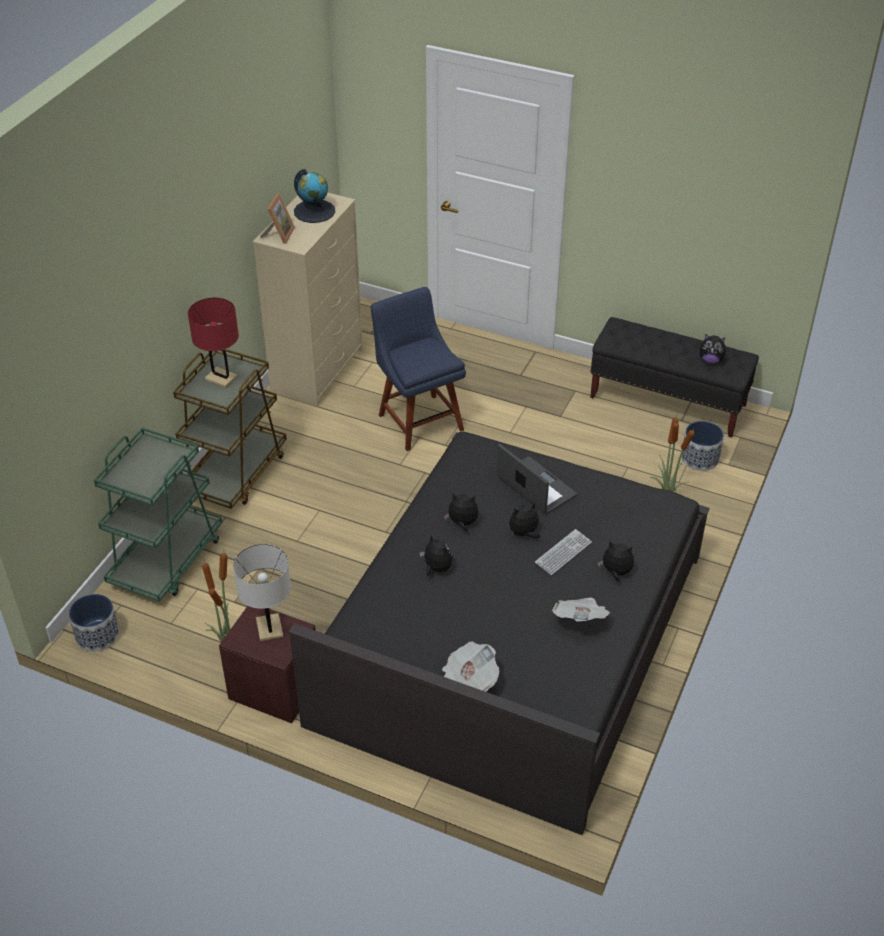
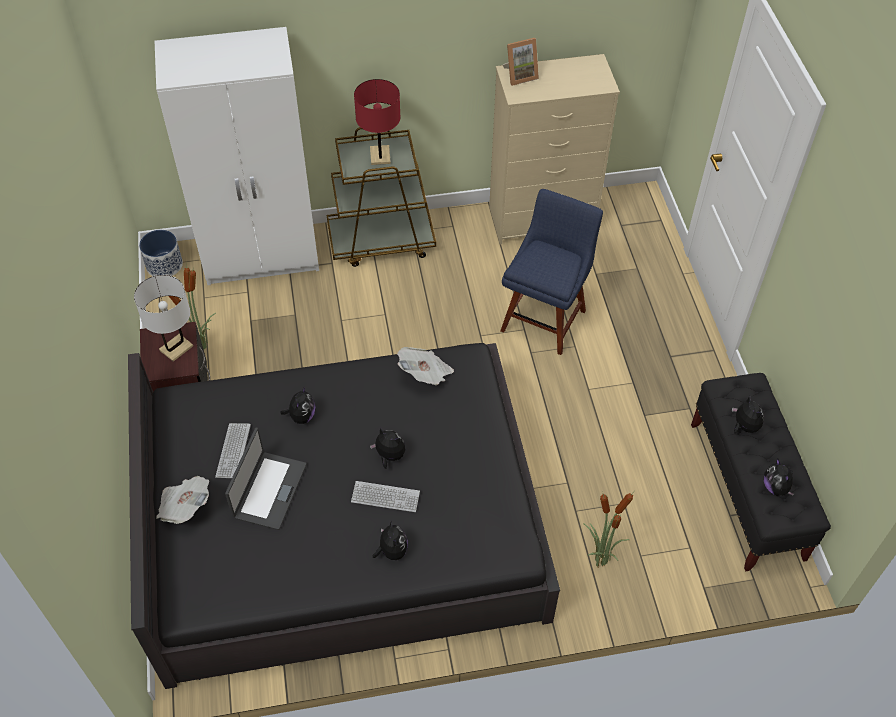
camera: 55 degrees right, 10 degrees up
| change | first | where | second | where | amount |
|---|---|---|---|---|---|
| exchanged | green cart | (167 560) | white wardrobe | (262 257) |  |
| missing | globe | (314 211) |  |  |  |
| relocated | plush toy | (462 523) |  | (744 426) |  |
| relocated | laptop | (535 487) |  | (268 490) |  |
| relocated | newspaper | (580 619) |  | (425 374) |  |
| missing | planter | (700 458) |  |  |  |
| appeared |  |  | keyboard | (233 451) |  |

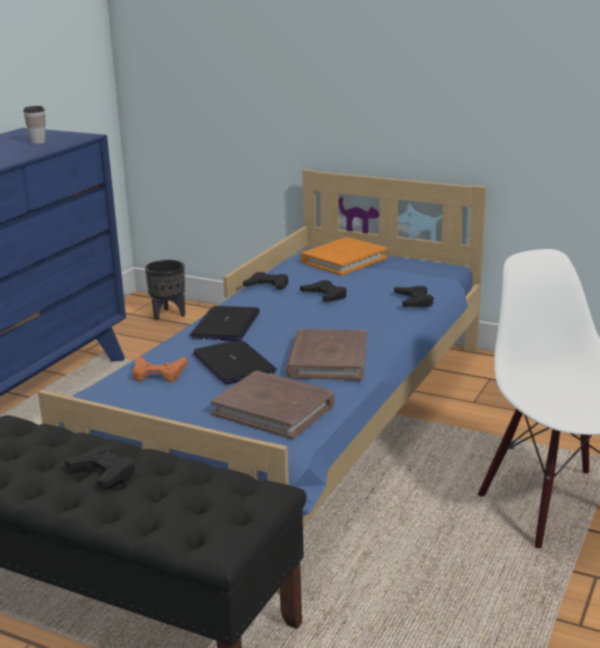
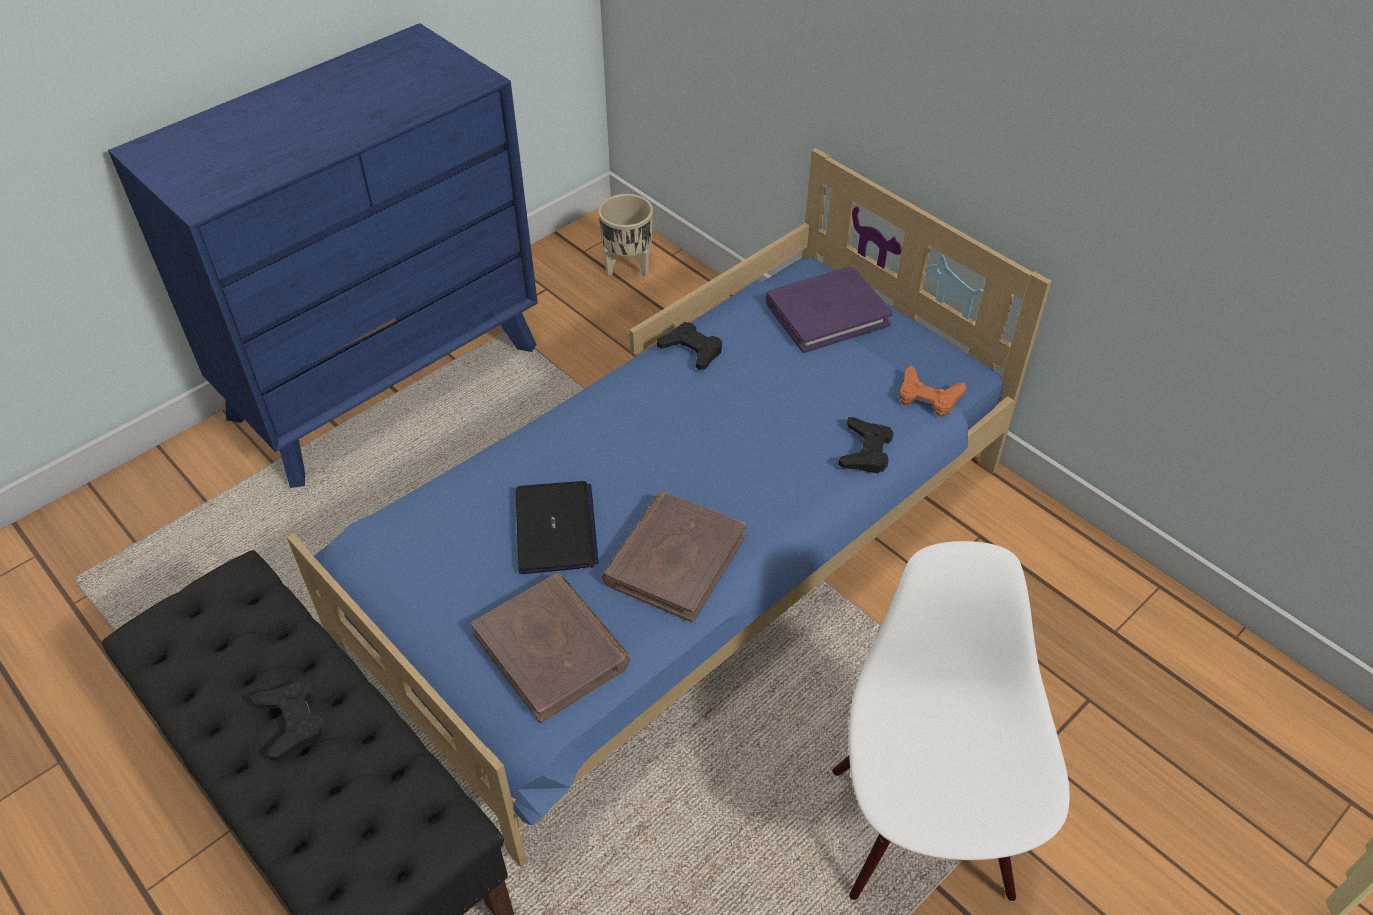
camera: 20 degrees right, 25 degrees up
| change | first | where | second | where | amount |
|---|---|---|---|---|---|
| missing | cup | (38 142) |  |  |  |
| relocated | orange game controller | (158 374) |  | (928 397) |  |
| colour | black planter | (168 315) | beige planter | (627 267) |  |
| missing | laptop | (226 325) |  |  |  |
| colour | orange book | (343 260) | purple book | (827 313) |  |
| missing | black game controller | (325 296) |  |  |  |

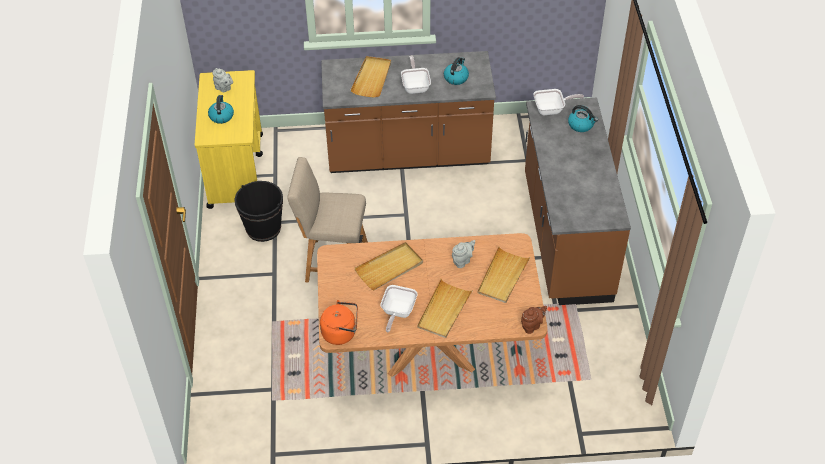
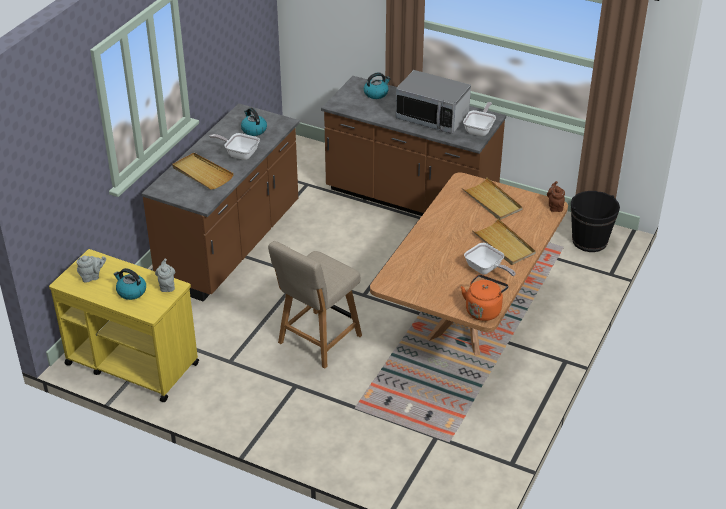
camera: 60 degrees left, 10 degrees down
| change | first | where | second | where | amount |
|---|---|---|---|---|---|
| relocated | black bucket | (263 228) |  | (589 241) |  |
| missing | beige tray | (389 268) |  |  |  |
| relocated | grey teapot | (462 261) |  | (167 285) |  |
| relocated | frying pan | (552 109) |  | (480 130) |  |
| appeared |  |  | microwave | (432 117) |  |

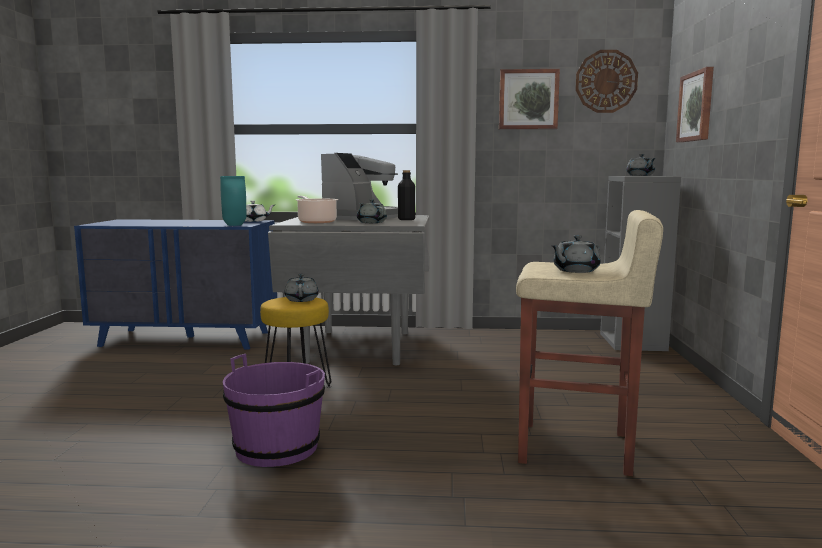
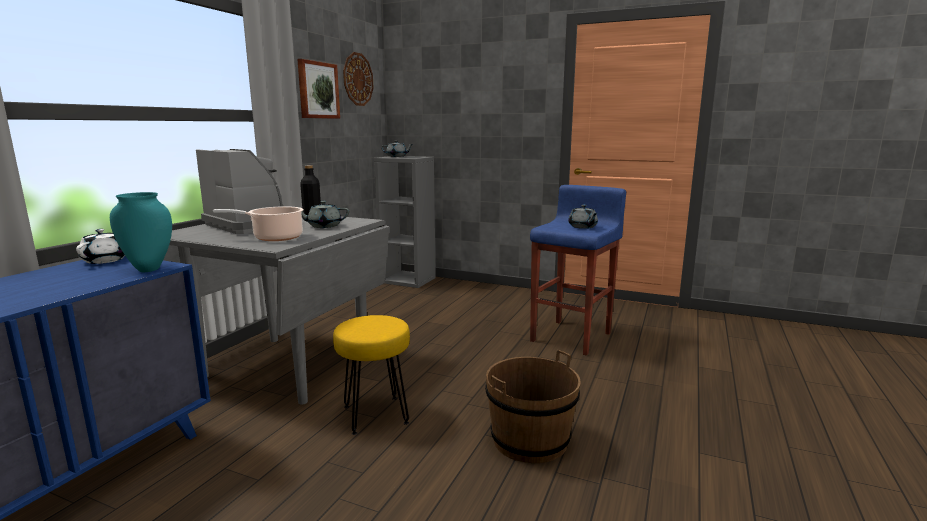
camera: 70 degrees left, 5 degrees up
| change | first | where | second | where | amount |
|---|---|---|---|---|---|
| colour | purple bucket | (277 448) | brown bucket | (529 440) |  |
| missing | grey teapot | (302 299) |  |  |  |
| colour | beige stool | (576 449) | blue stool | (572 336) |  |
| missing | picture | (696 106) |  |  |  |

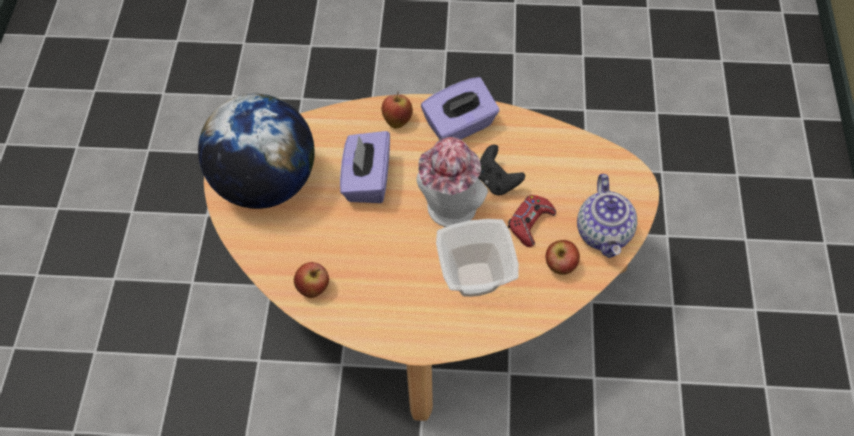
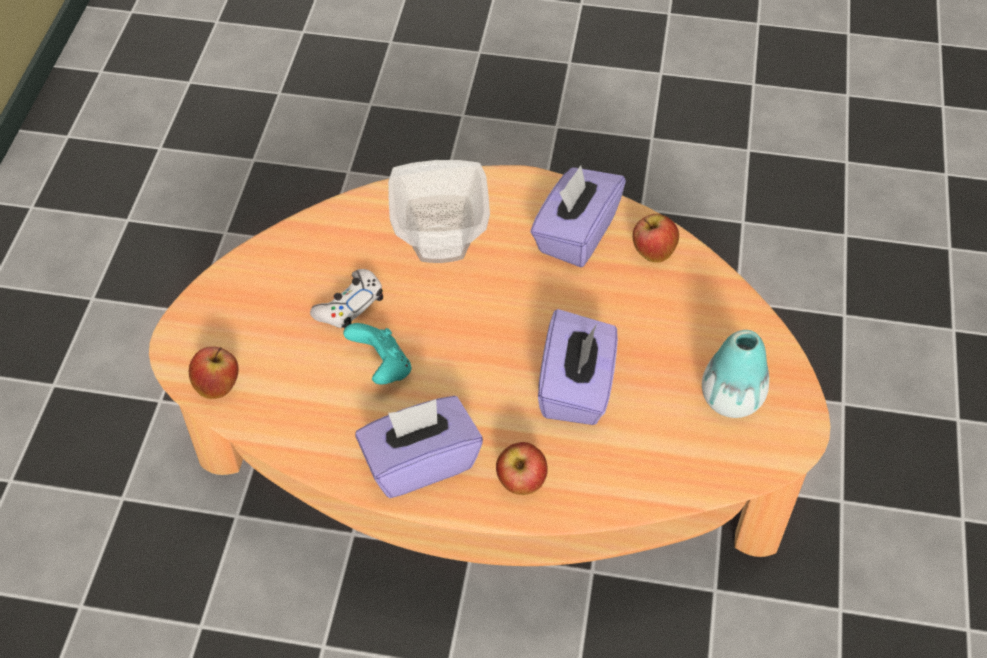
camera: 175 degrees left, 5 degrees down
| change | first | where | second | where | amount |
|---|---|---|---|---|---|
| exchanged | globe | (266 183) | vase | (731 399) |  |
| missing | hat | (449 212) |  |  |  |
| colour | black game controller | (497 181) | turquoise game controller | (382 367) |  |
| colour | red game controller | (530 223) | white game controller | (349 305) |  |
| relocated | apple | (560 266) |  | (218 386) |  |
| missing | teapot | (604 233) |  |  |  |
| appeared |  |  | purple tissue box | (575 234) |  |

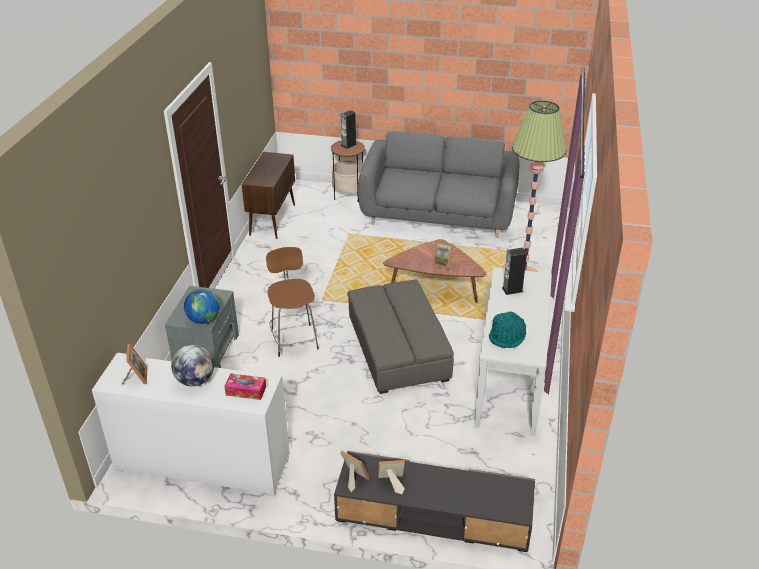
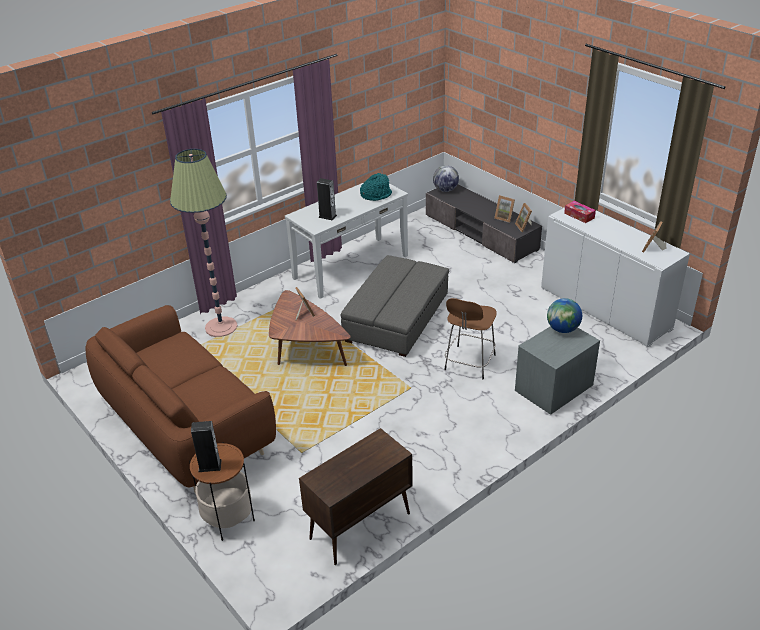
camera: 140 degrees left, 0 degrees up
| change | first | where | second | where | amount |
|---|---|---|---|---|---|
| relocated | globe | (195 380) |  | (445 190) |  |
| colour | grey sofa | (438 215) | brown sofa | (186 427) |  |

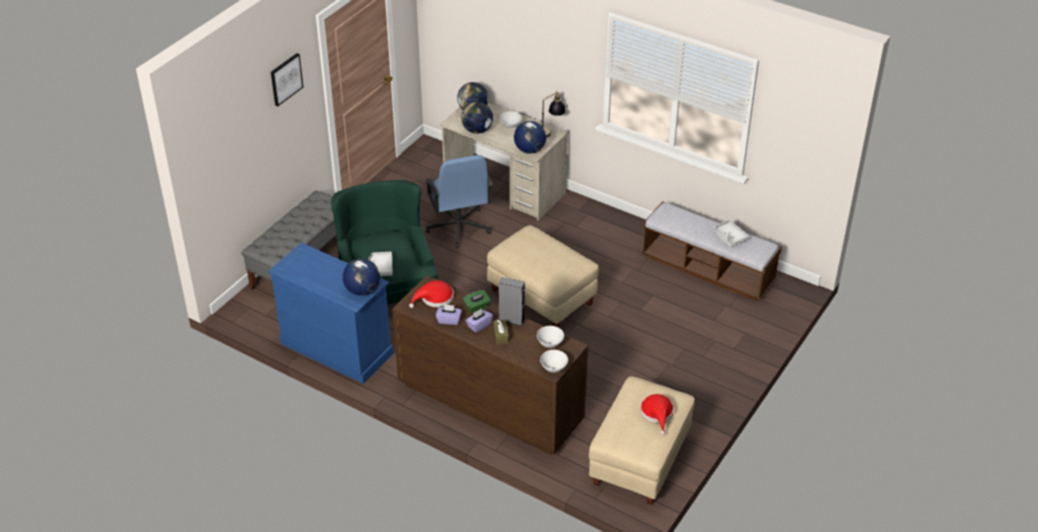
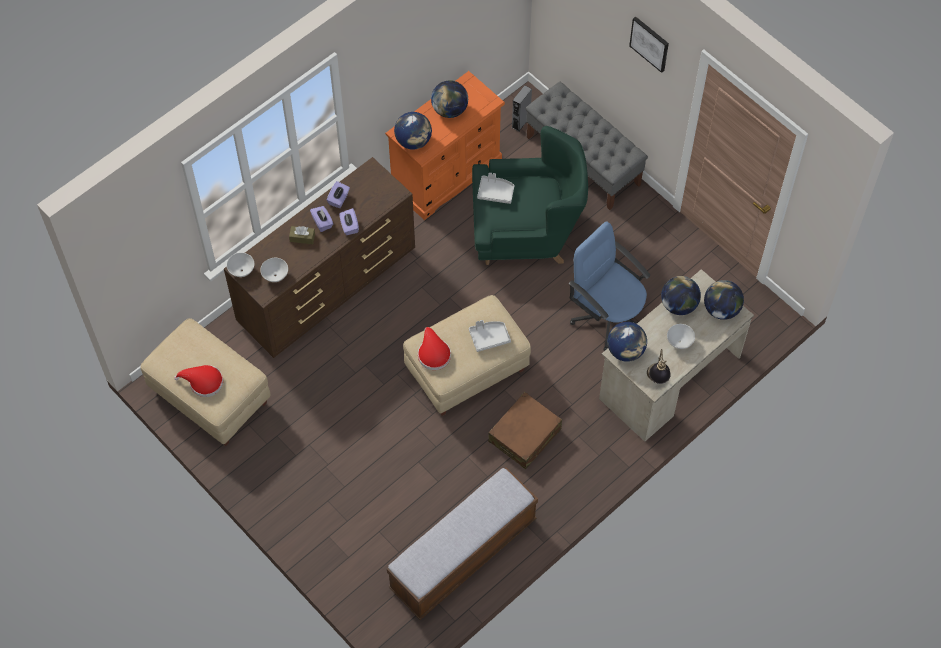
camera: 105 degrees right, 20 degrees up
| change | first | where | second | where | amount |
|---|---|---|---|---|---|
| colour | blue dresser | (337 348) | orange dresser | (446 174) |  |
| relocated | red hat | (434 298) |  | (433 353) |  |
| spun | blue office chair | (458 227) |  | (607 315) | 45 degrees clockwise |
| colour | green tissue box | (477 307) | purple tissue box | (349 226) |  |
| relocated | grey speaker | (511 320) |  | (521 122) |  |
| relocated | grey tray | (729 237) |  | (489 337) |  |
| appeared |  |  | globe | (450 110) |  |
| appeared |  |  | brown suitcase | (525 435) |  |

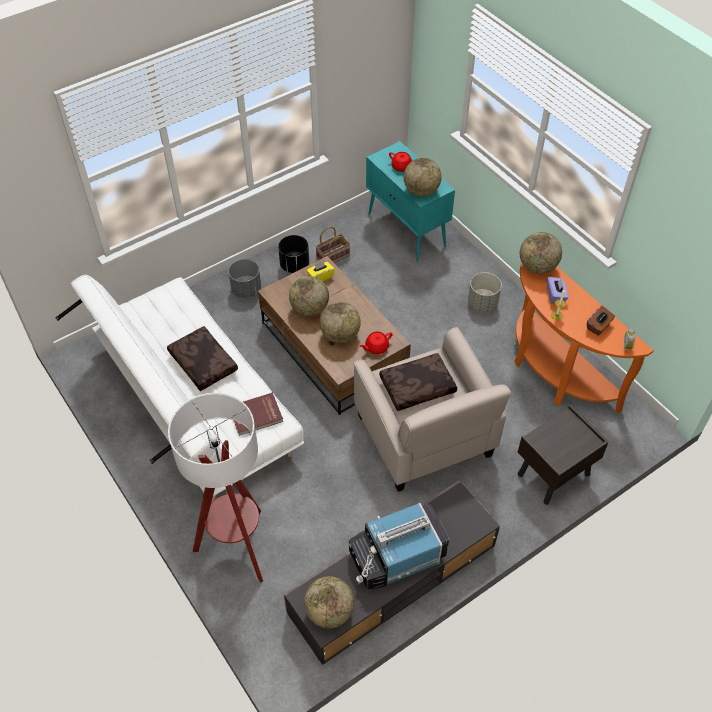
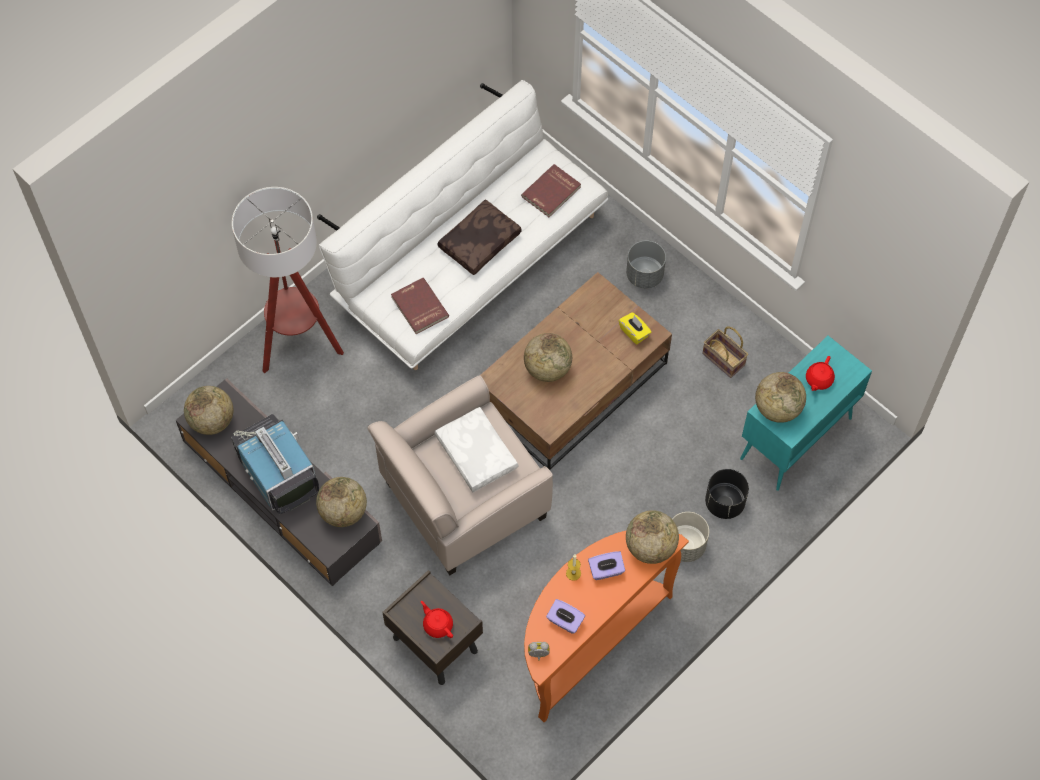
camera: 80 degrees right, 10 degrees up
| change | first | where | second | where | amount |
|---|---|---|---|---|---|
| relocated | black planter | (295 265) |  | (724 503) |  |
| relocated | globe | (309 309) |  | (343 512) |  |
| relocated | red teapot | (376 347) |  | (437 625) |  |
| colour | brown pillow | (417 388) | white pillow | (475 454) |  |
| colour | brown tissue box | (598 326) | purple tissue box | (565 621) |  |
| appeared |  |  | red book | (552 192) |  |

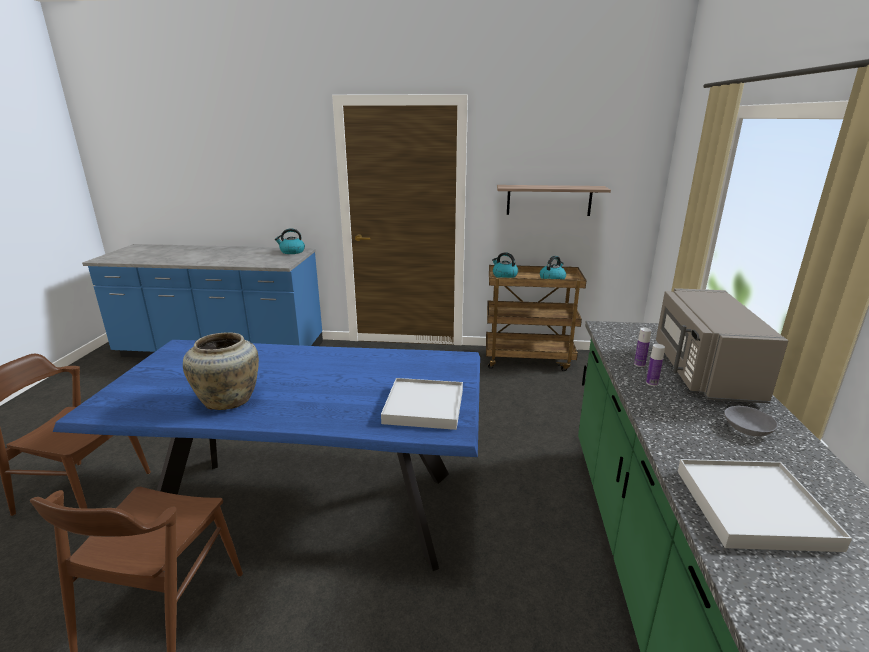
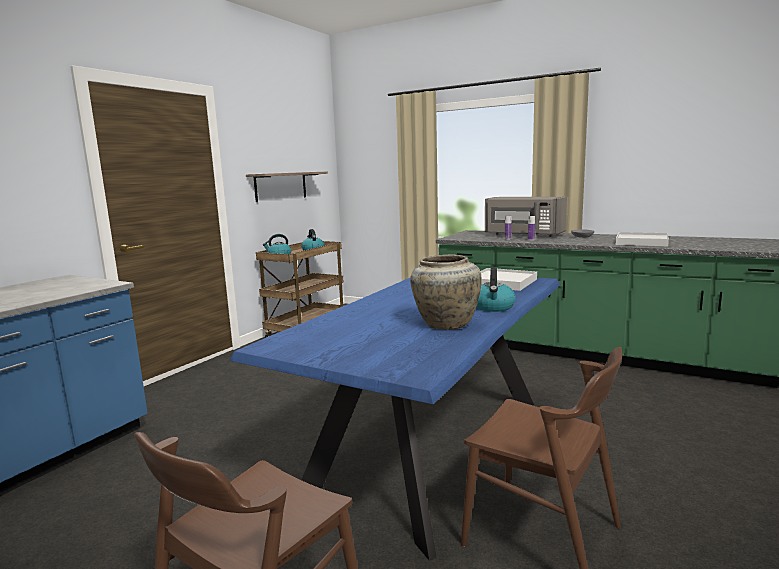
camera: 65 degrees left, 10 degrees down
| change | first | where | second | where | amount |
|---|---|---|---|---|---|
| relocated | kettle | (292 252) |  | (493 307) |  |

